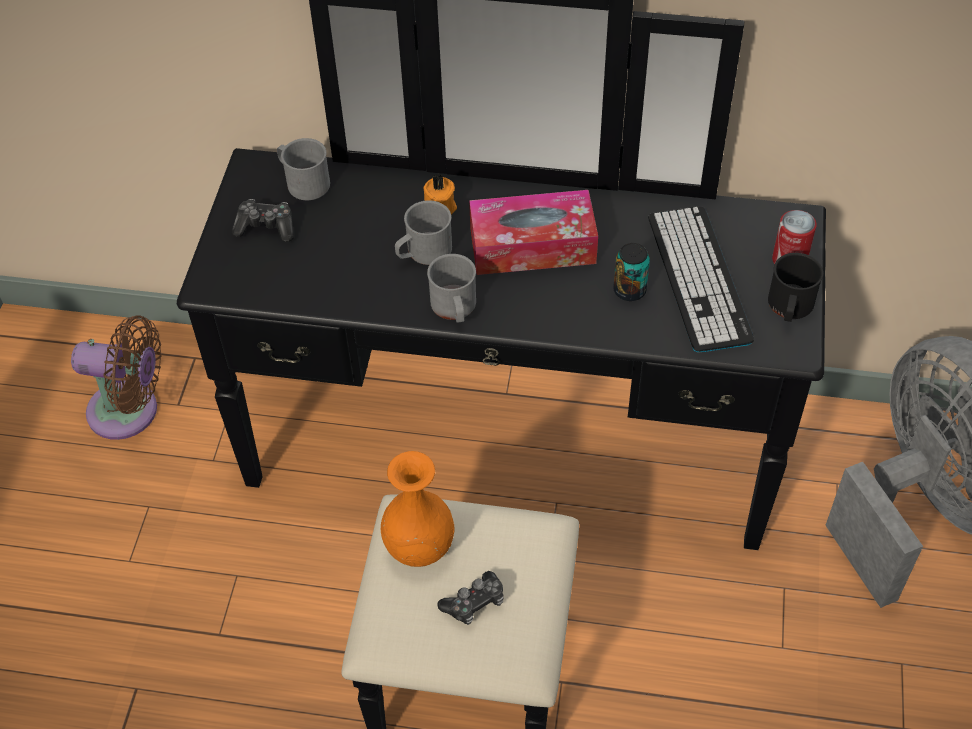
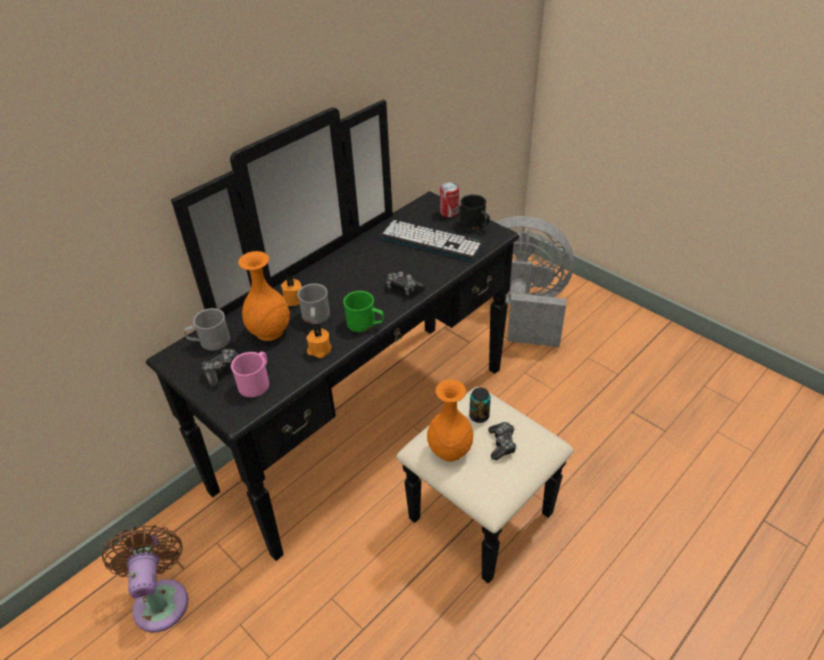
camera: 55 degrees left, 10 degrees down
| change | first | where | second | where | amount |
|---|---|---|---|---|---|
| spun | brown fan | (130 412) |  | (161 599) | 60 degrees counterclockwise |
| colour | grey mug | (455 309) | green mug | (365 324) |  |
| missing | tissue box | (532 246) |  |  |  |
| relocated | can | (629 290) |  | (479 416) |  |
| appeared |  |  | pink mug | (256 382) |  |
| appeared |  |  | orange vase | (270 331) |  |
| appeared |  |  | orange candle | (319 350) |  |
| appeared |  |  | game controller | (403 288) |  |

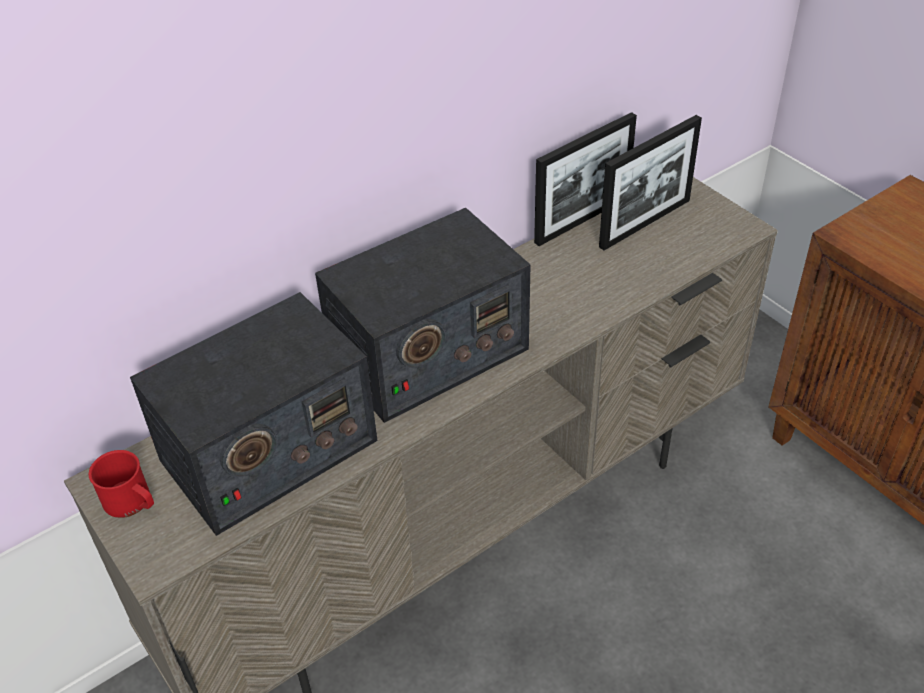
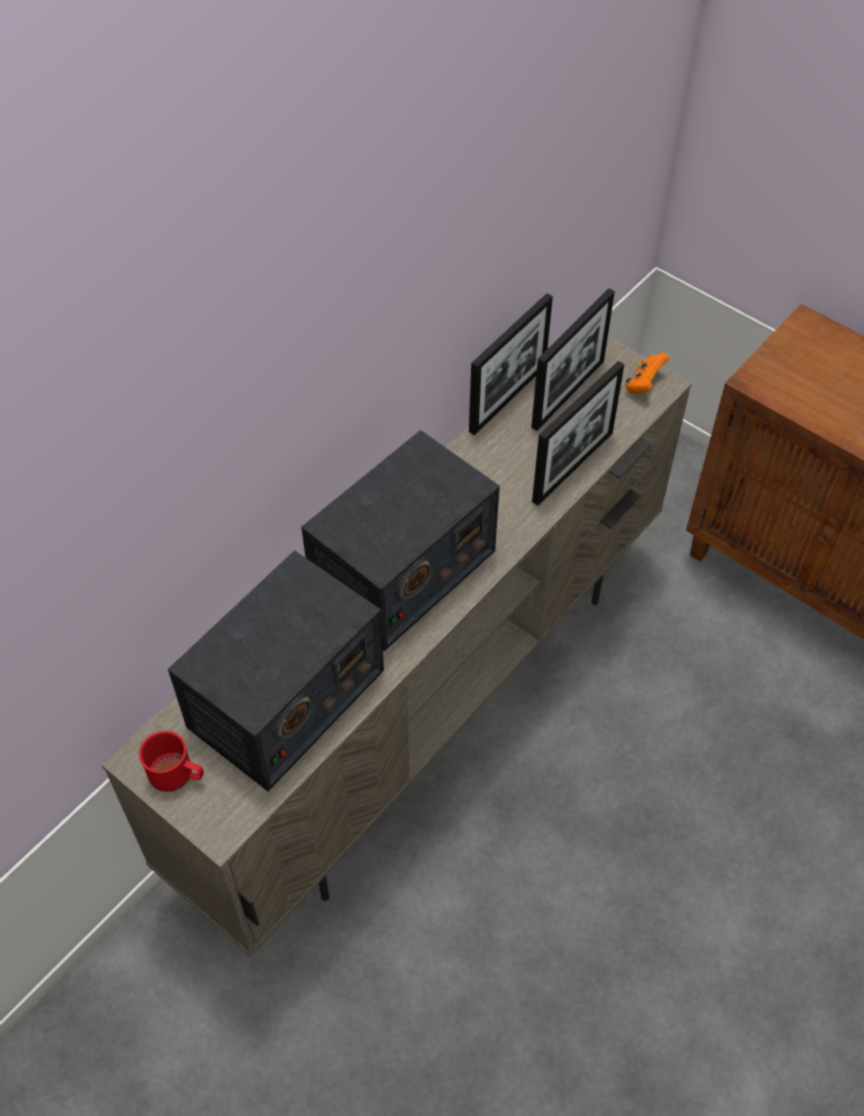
camera: 15 degrees left, 10 degrees up
| change | first | where | second | where | amount |
|---|---|---|---|---|---|
| appeared |  |  | picture frame | (573 467) |  |
| appeared |  |  | orange game controller | (643 384) |  |

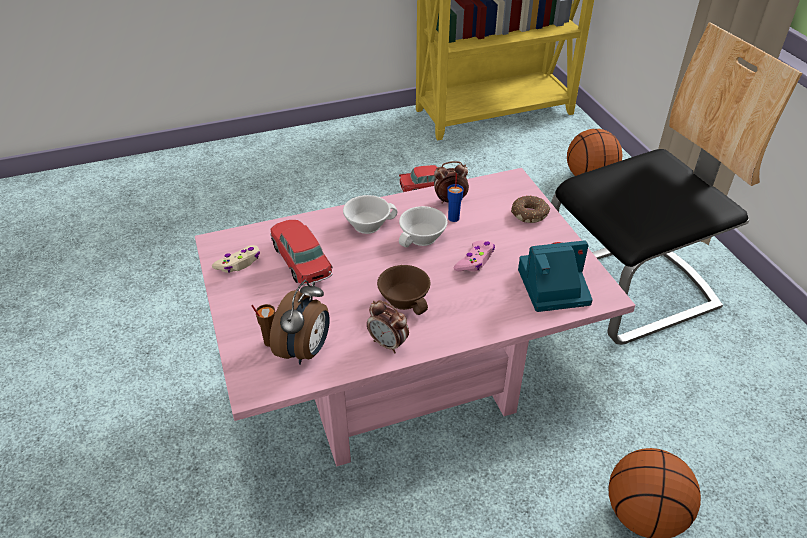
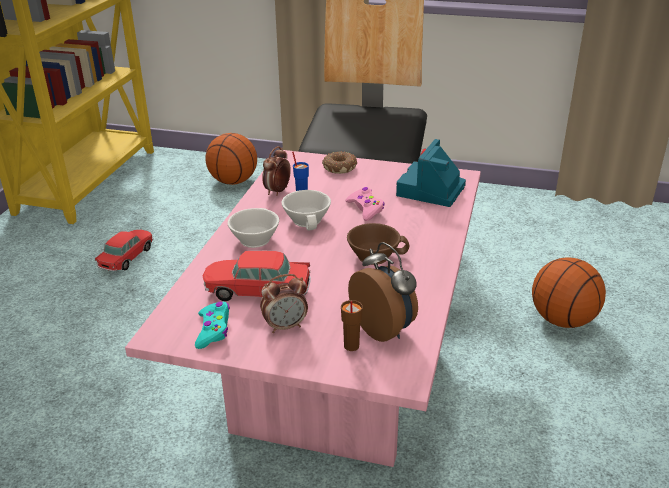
camera: 55 degrees left, 10 degrees down
| change | first | where | second | where | amount |
|---|---|---|---|---|---|
| colour | beige game controller | (239 263) | turquoise game controller | (213 330) |  |
| relocated | alarm clock | (388 344) |  | (285 326) |  |

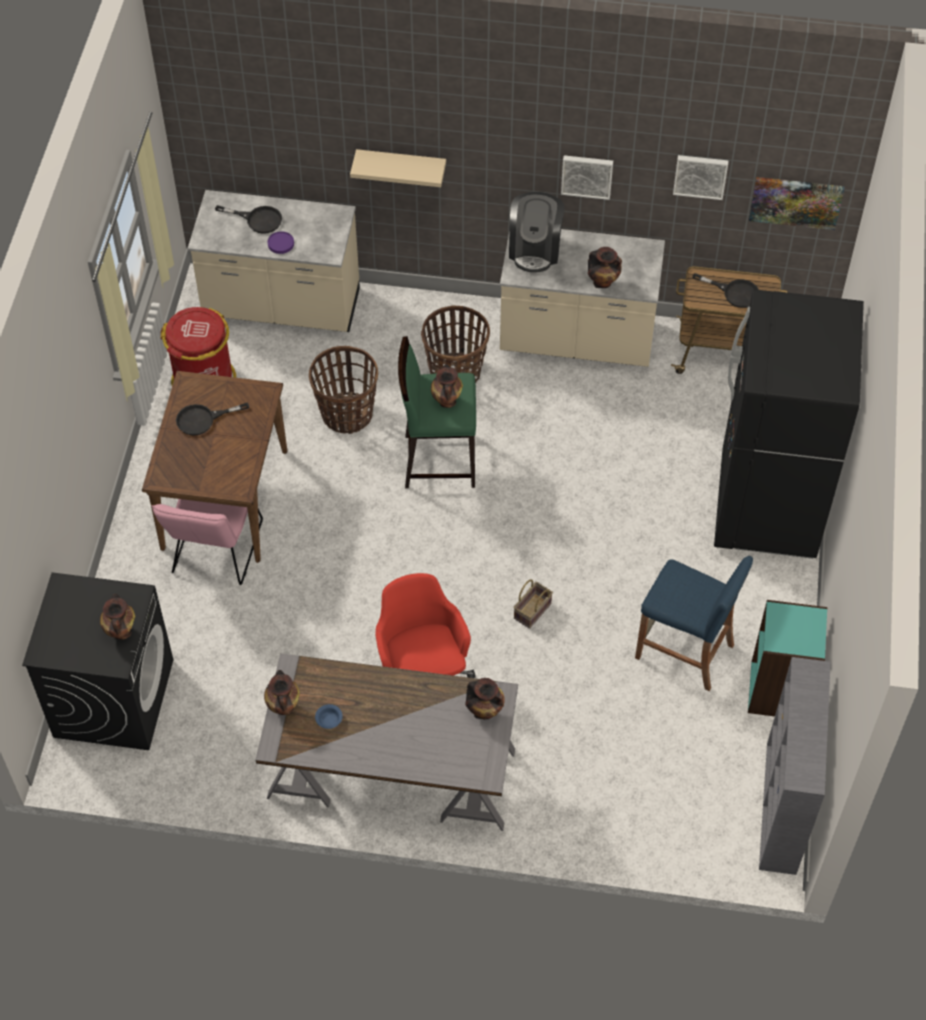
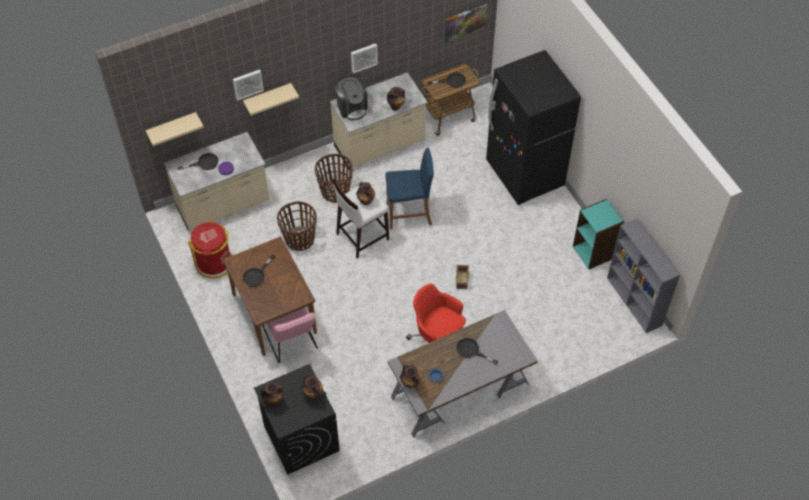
camera: 35 degrees left, 0 degrees up
| change | first | where | second | where | amount |
|---|---|---|---|---|---|
| colour | green stool | (438 460) | white stool | (362 236) |  |
| relocated | vase | (485 711) |  | (273 400) |  |
| relocated | blue stool | (684 651) |  | (409 214) |  |
| relocated | picture | (700 175) |  | (247 83) |  |
| appeared |  |  | beige shelf | (172 127) |  |
| appeared |  |  | black frying pan | (471 351) |  |

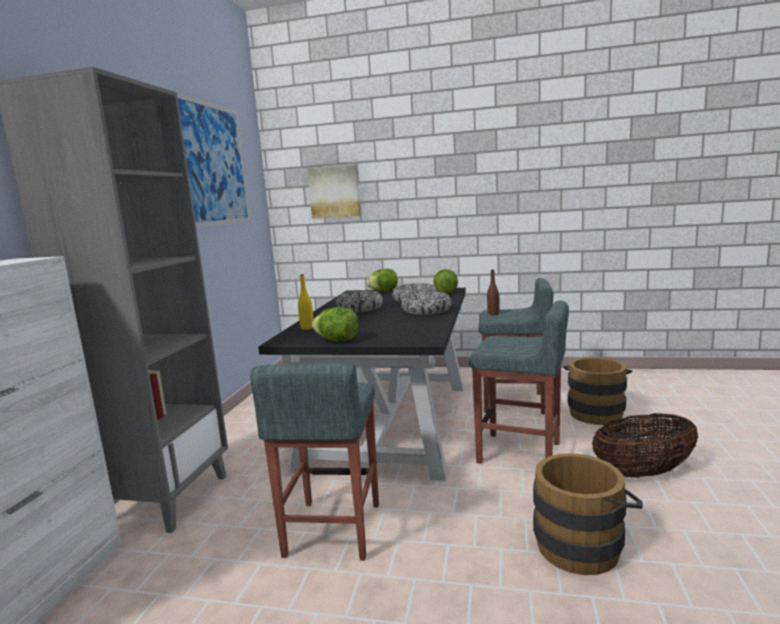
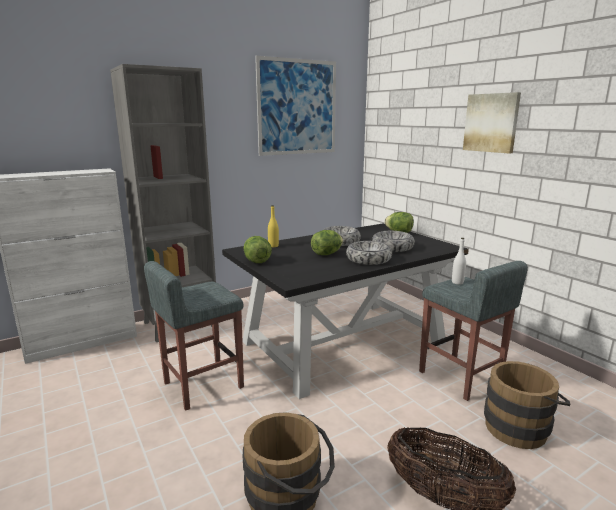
camera: 45 degrees right, 5 degrees up
| change | first | where | second | where | amount |
|---|---|---|---|---|---|
| relocated | picture | (334 192) |  | (491 123) |  |
| relocated | lettuce | (446 293) |  | (326 254) |  |
| missing | grey stool | (520 453) |  |  |  |
| colour | brown bottle | (493 314) | white bottle | (457 282) |  |

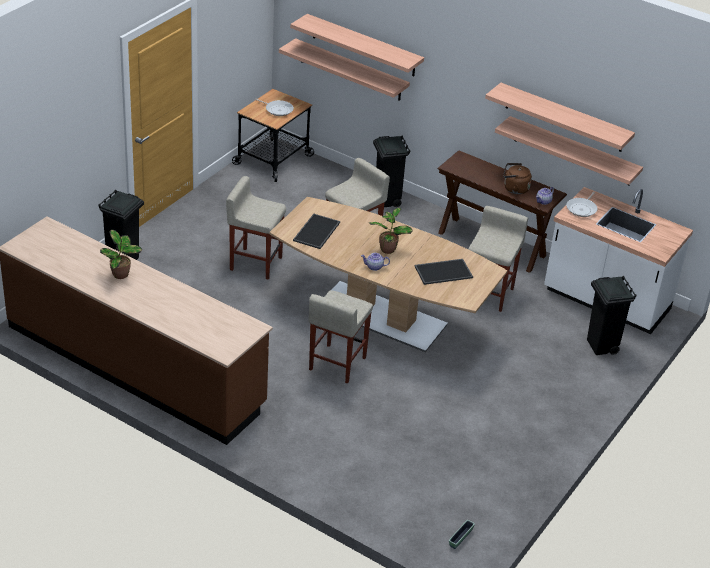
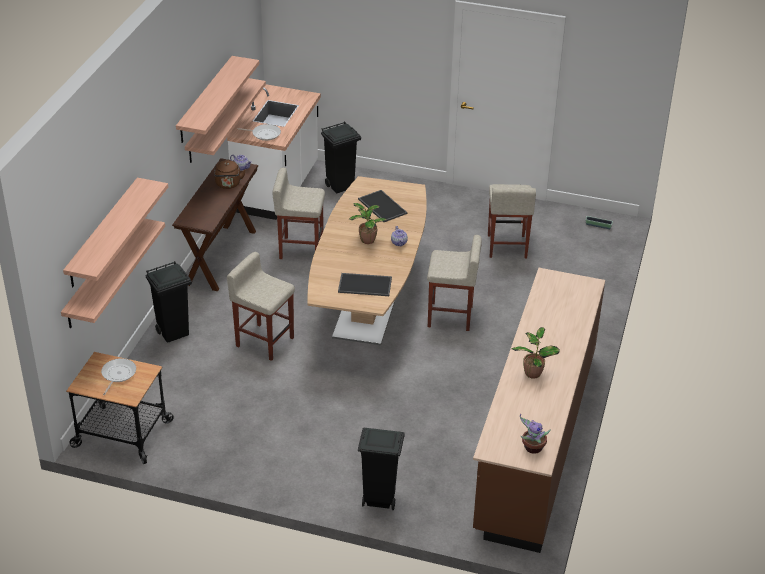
camera: 105 degrees left, 0 degrees up
| change | first | where | second | where | amount |
|---|---|---|---|---|---|
| relocated | beige stool | (255 263) |  | (507 247) |  |
| appeared |  |  | potted plant | (532 448) |  |

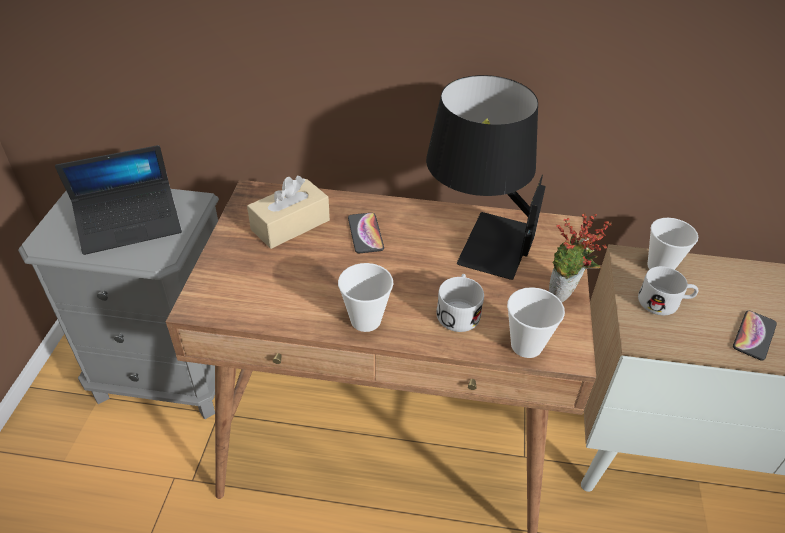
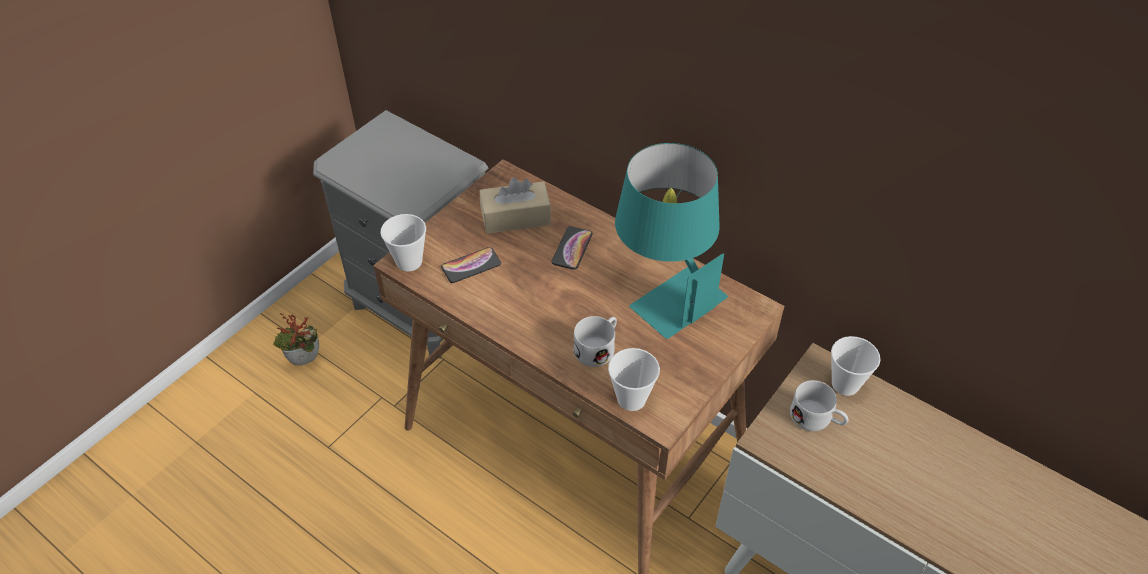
camera: 30 degrees right, 5 degrees up
| change | first | where | second | where | amount |
|---|---|---|---|---|---|
| missing | laptop | (130 225) |  |  |  |
| relocated | cup | (365 320) |  | (409 262) |  |
| colour | black table lamp | (477 239) | turquoise table lamp | (664 290) |  |
| relocated | potted plant | (564 298) |  | (304 363) |  |
| relocated | phone | (754 336) |  | (471 266) |  |

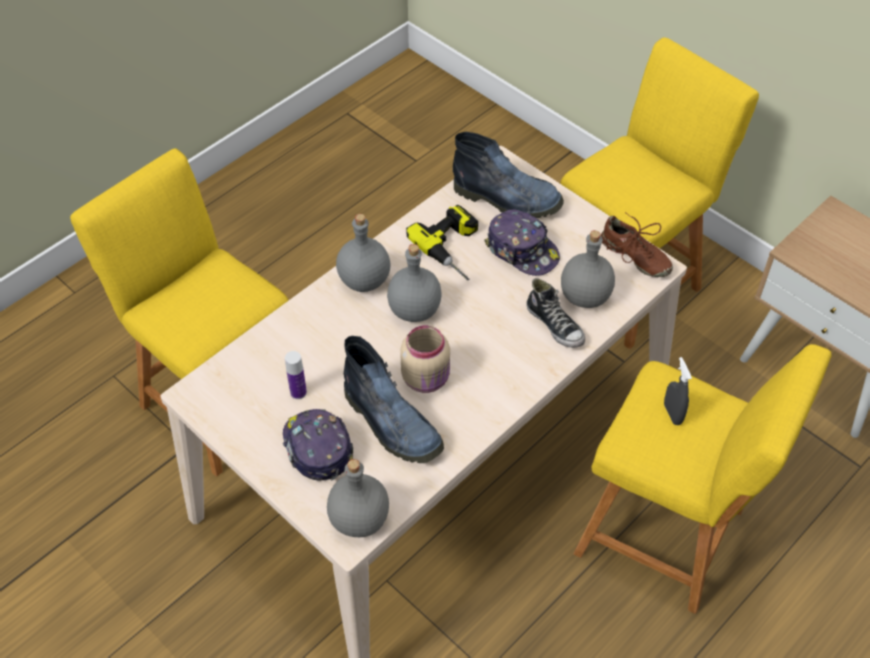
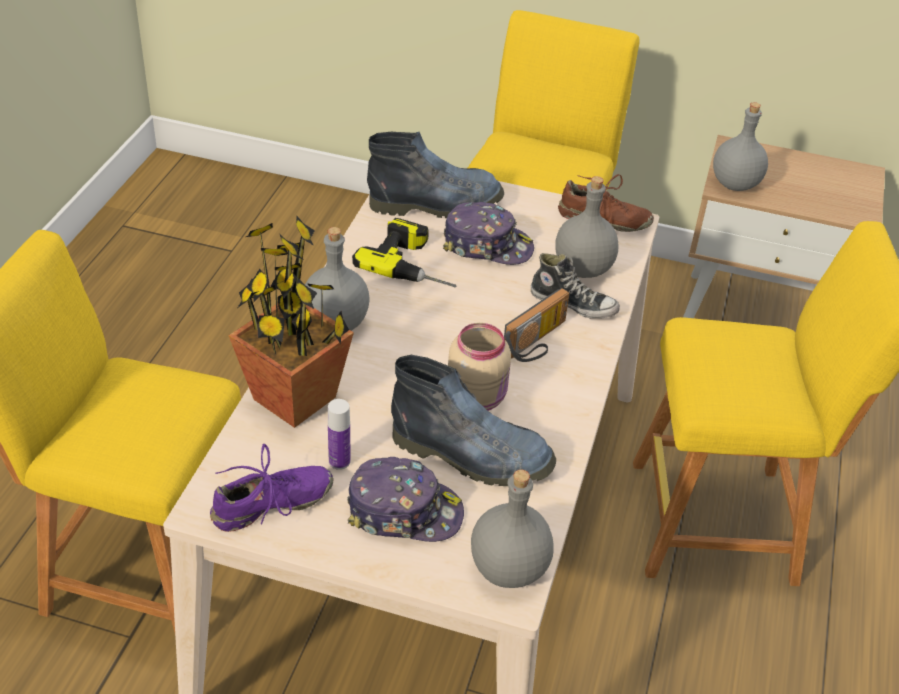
camera: 30 degrees left, 10 degrees down
| change | first | where | second | where | amount |
|---|---|---|---|---|---|
| spun | cap | (317 448) |  | (404 511) | 150 degrees clockwise |
| relocated | grey bottle | (415 310) |  | (736 184) |  |
| missing | grey spray bottle | (672 414) |  |  |  |
| appeared |  |  | purple shoe | (272 506) |  |
| appeared |  |  | potted plant | (295 399) |  |
| appeared |  |  | radio | (538 343) |  |

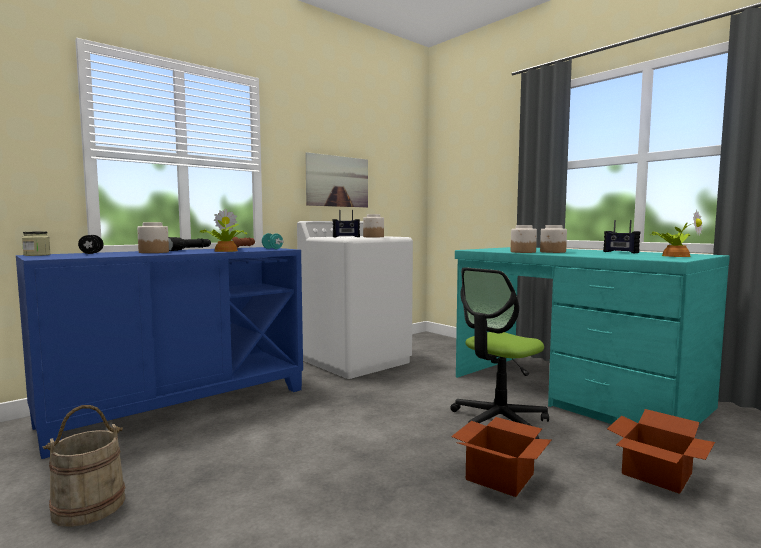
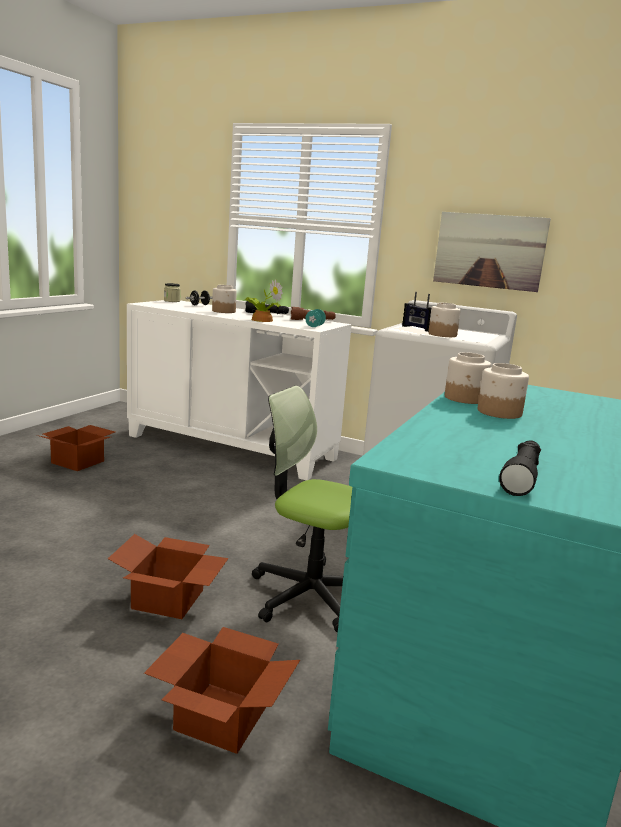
camera: 65 degrees right, 10 degrees up
| change | first | where | second | where | amount |
|---|---|---|---|---|---|
| colour | blue cabinet | (179 406) | white cabinet | (232 447) |  |
| exchanged | beige bucket | (89 506) | cardboard box | (79 462) |  |
| missing | radio | (620 252) |  |  |  |
| exchanged | potted plant | (674 256) | black flashlight | (521 477) |  |

